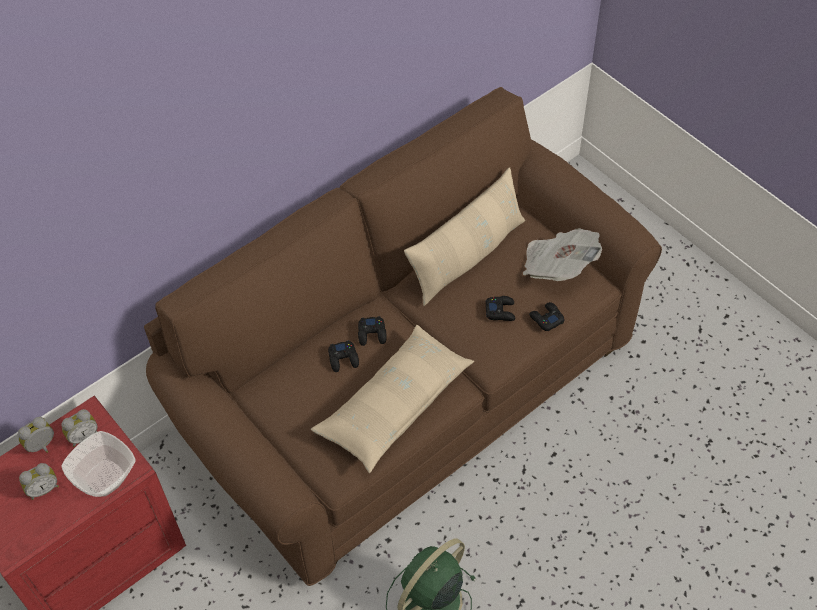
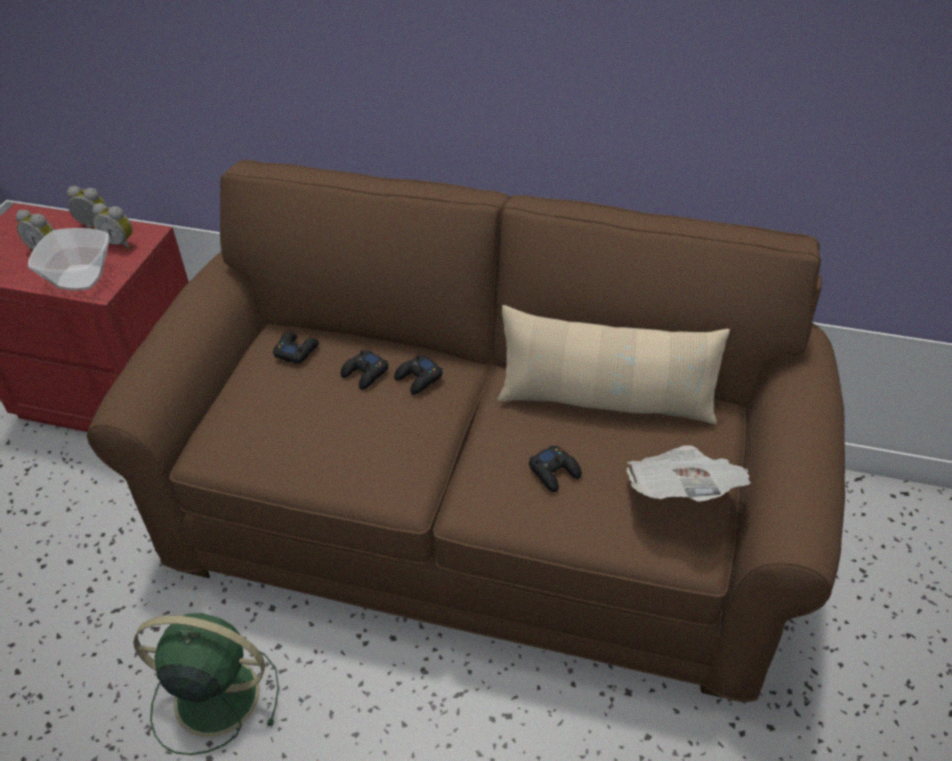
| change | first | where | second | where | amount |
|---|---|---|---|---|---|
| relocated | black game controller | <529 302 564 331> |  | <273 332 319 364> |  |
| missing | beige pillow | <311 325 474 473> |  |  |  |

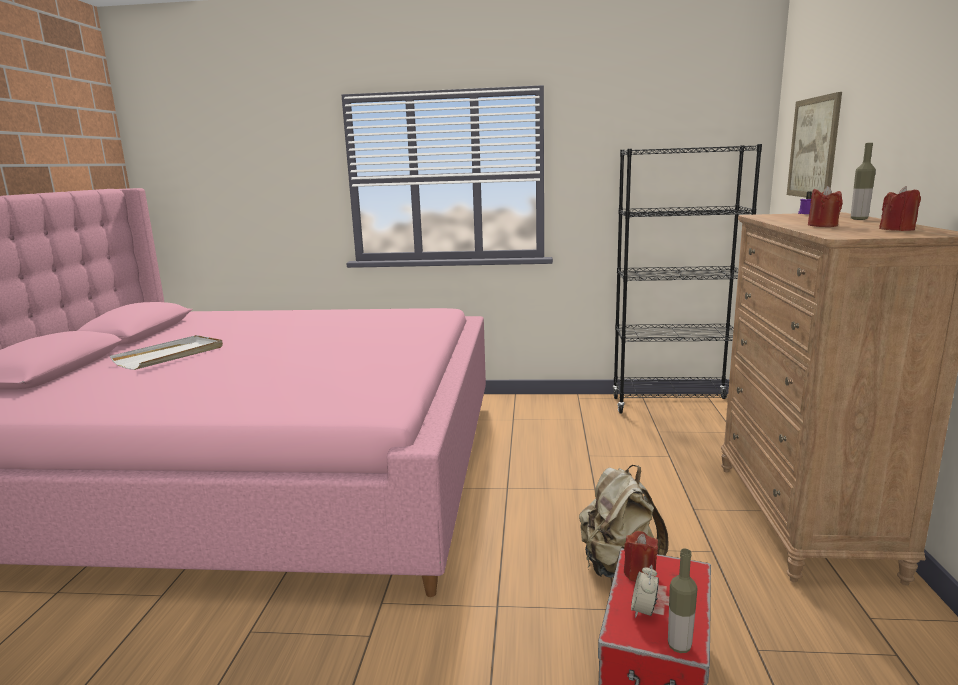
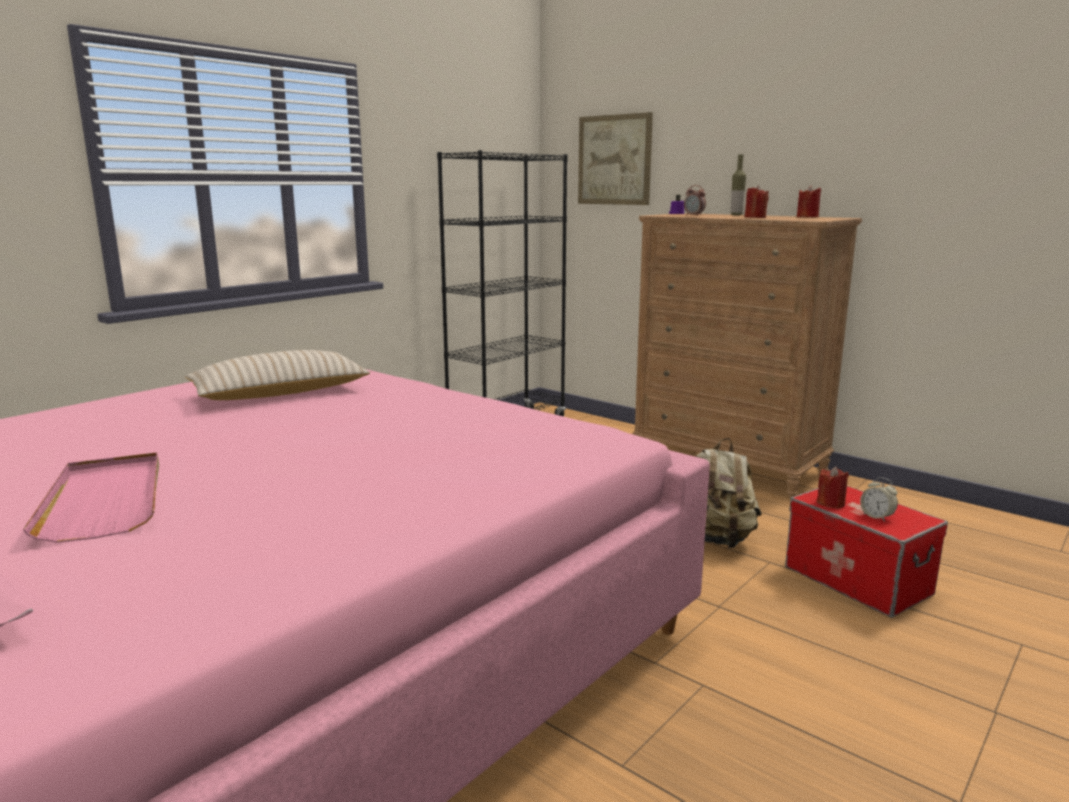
| change | first | where | second | where | amount |
|---|---|---|---|---|---|
| colour | white tray | <110 335 223 370> | pink tray | <23 453 159 543> |  |
| appeared |  |  | beige pillow | <185 350 370 400> |  |
| appeared |  |  | alarm clock | <684 185 706 216> |  |
| missing | bottle | <668 549 698 653> |  |  |  |

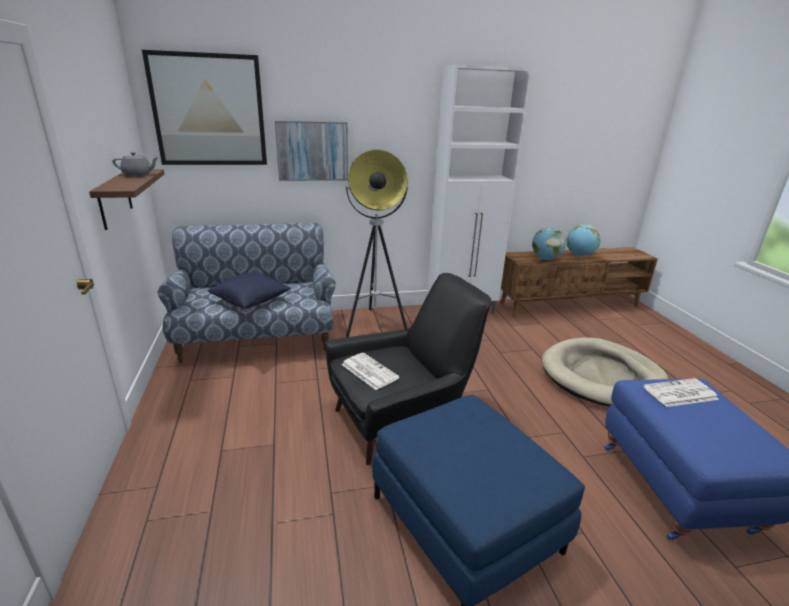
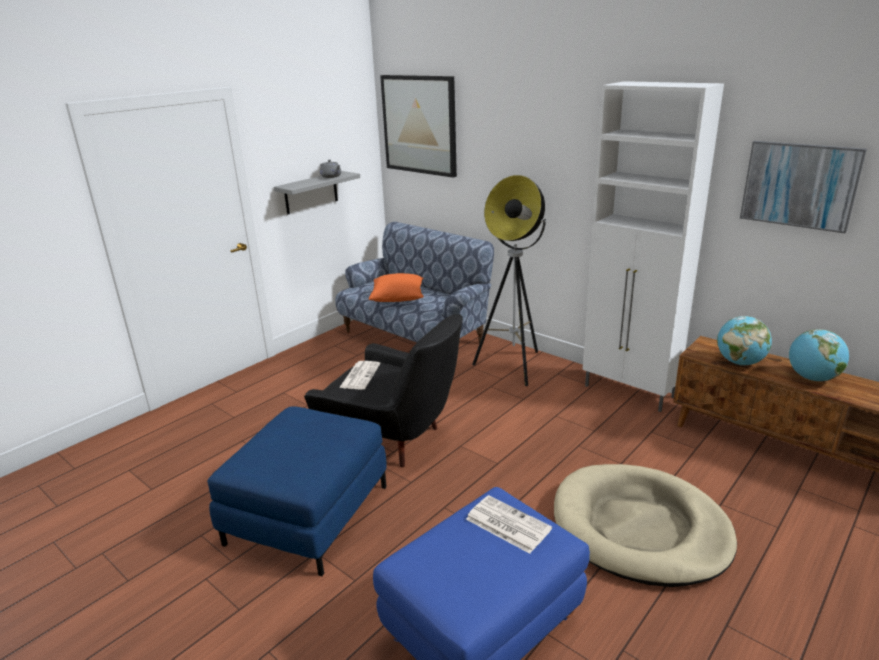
| change | first | where | second | where | amount |
|---|---|---|---|---|---|
| colour | brown shelf | <89 169 165 230> | grey shelf | <274 171 360 215> |  |
| colour | blue pillow | <208 272 291 309> | orange pillow | <369 273 424 302> |  |
| relocated | picture | <275 121 348 181> |  | <740 141 867 233> |  |

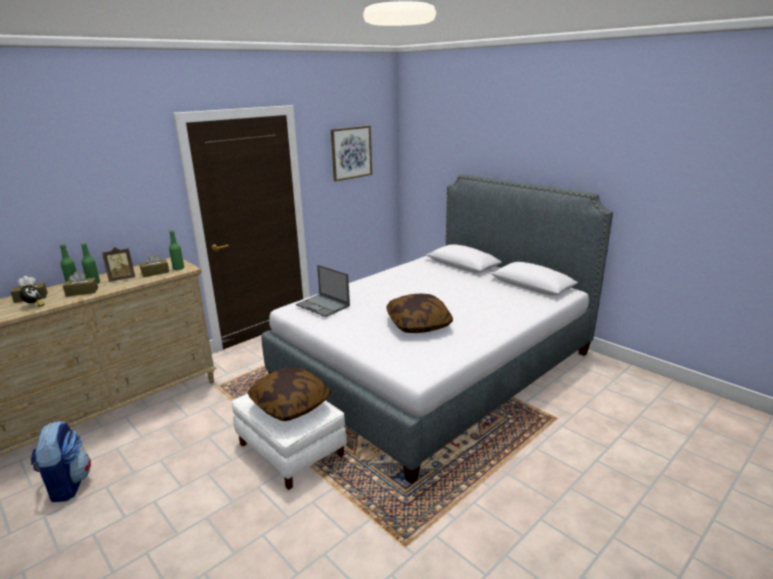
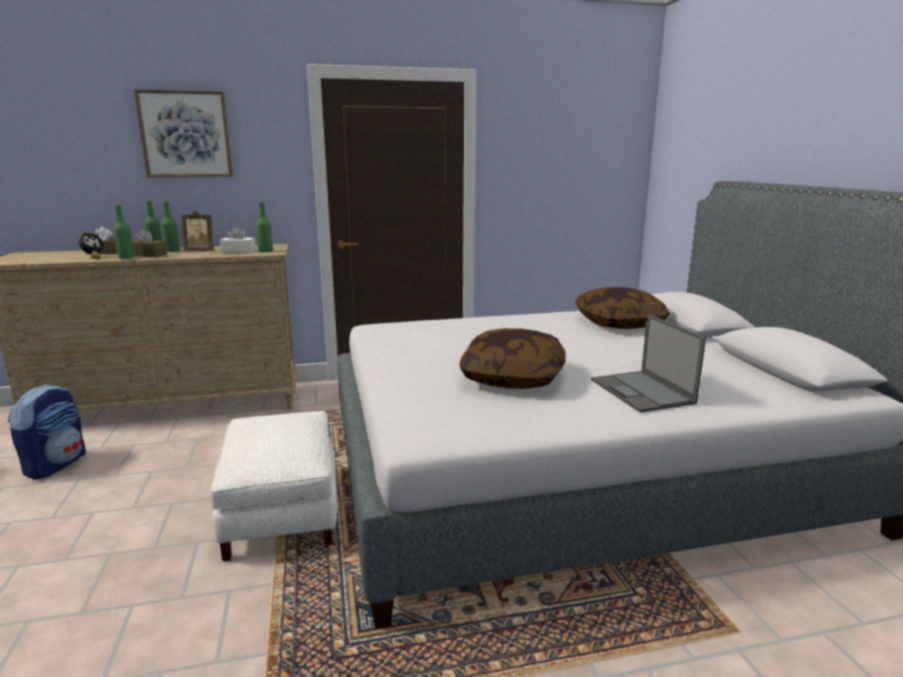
| change | first | where | second | where | amount |
|---|---|---|---|---|---|
| appeared |  |  | green bottle | <113 204 134 259> |  |
| relocated | picture | <331 126 372 182> |  | <134 89 233 177> |  |
| colour | brown tissue box | <140 253 169 277> | white tissue box | <220 226 256 253> |  |
| relocated | pillow | <248 367 331 421> |  | <575 287 670 329> |  |
| relocated | laptop | <296 265 350 317> |  | <591 314 706 413> |  |

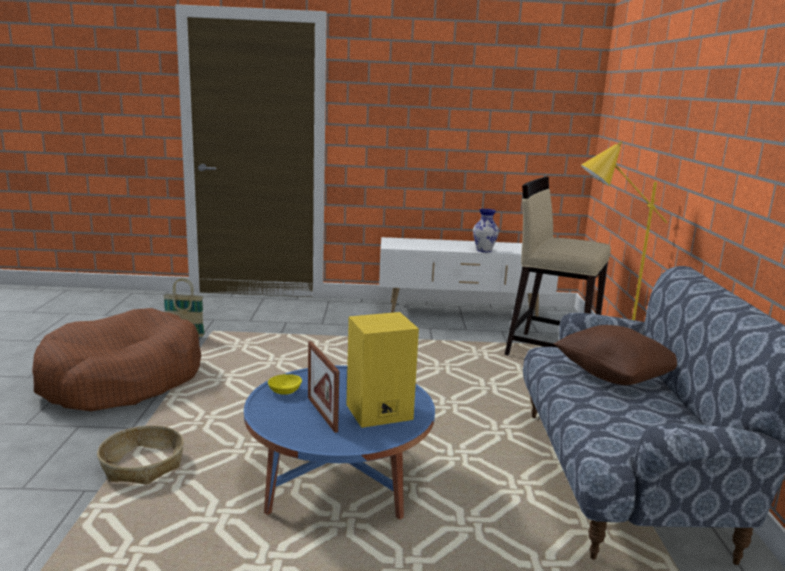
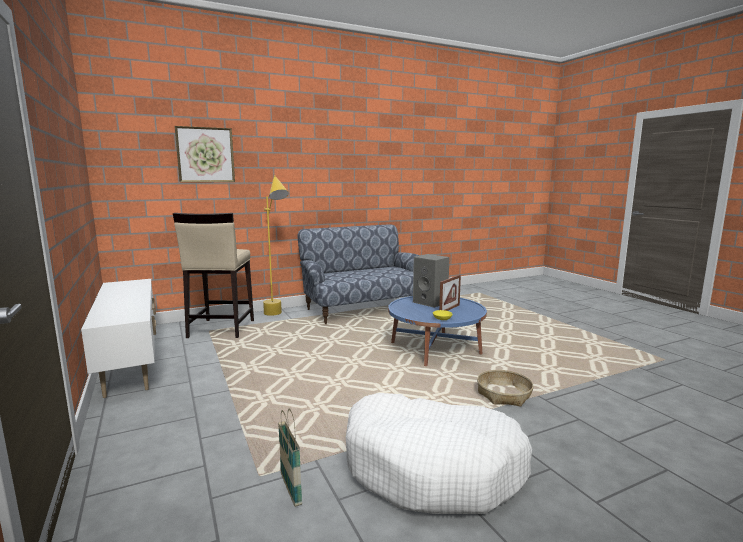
| change | first | where | second | where | amount |
|---|---|---|---|---|---|
| appeared |  |  | picture | <175 126 235 182> |  |
| colour | brown dog bed | <32 308 202 411> | white dog bed | <346 393 533 514> |  |
| colour | yellow speaker | <347 312 419 428> | grey speaker | <413 254 450 308> |  |
| missing | vase | <473 209 499 252> |  |  |  |
| missing | brown pillow | <554 325 677 385> |  |  |  |

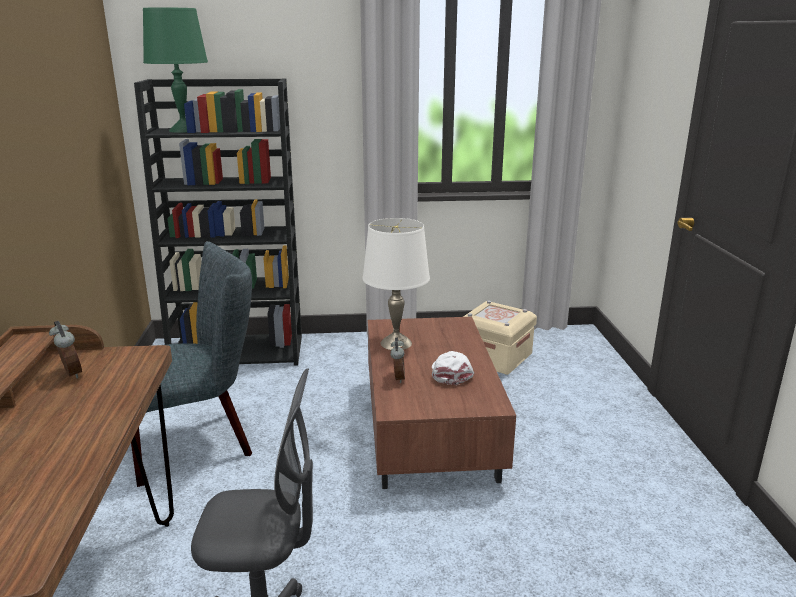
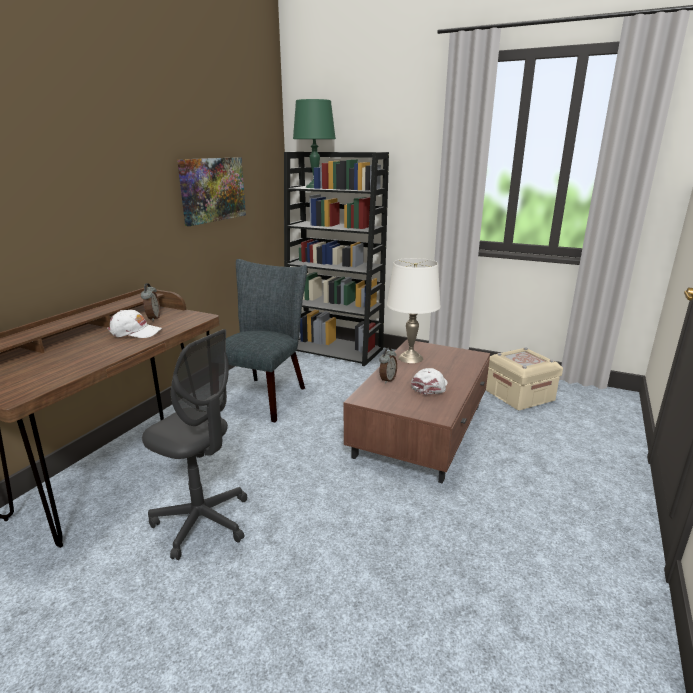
| change | first | where | second | where | amount |
|---|---|---|---|---|---|
| appeared |  |  | white cap | <107 310 162 338> |  |
| appeared |  |  | picture | <177 157 246 226> |  |
| spun | grey chair | <131 241 252 487> |  | <226 259 307 422> | 75 degrees counterclockwise |

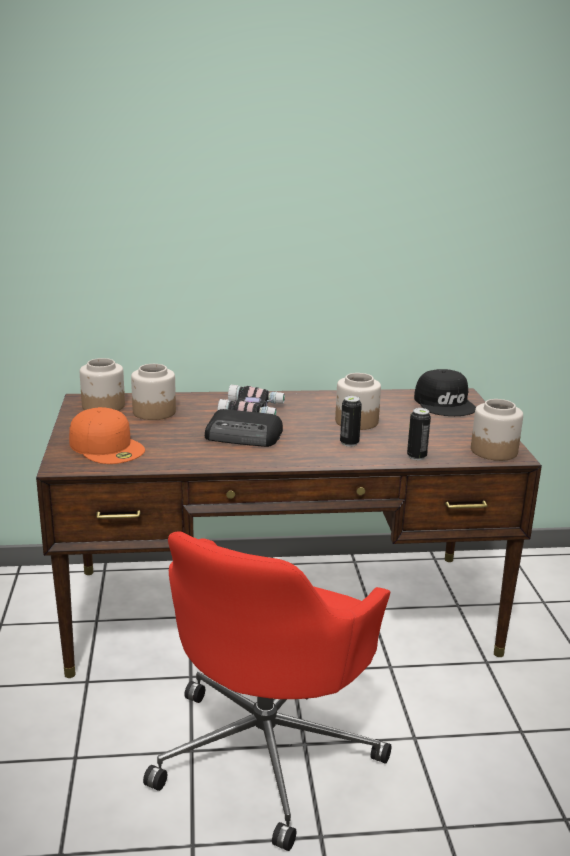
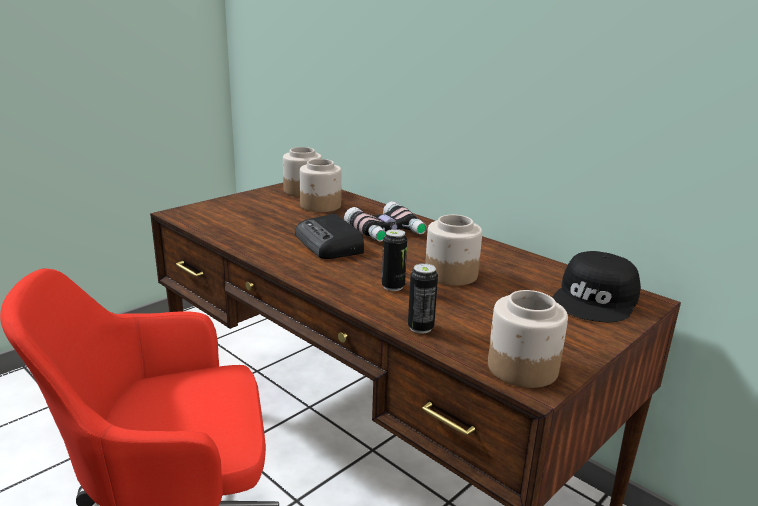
| change | first | where | second | where | amount |
|---|---|---|---|---|---|
| missing | orange cap | <69 407 145 464> |  |  |  |

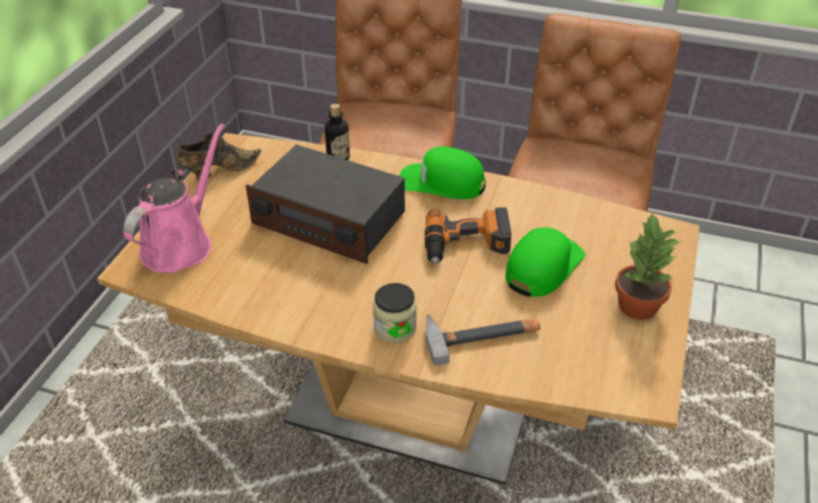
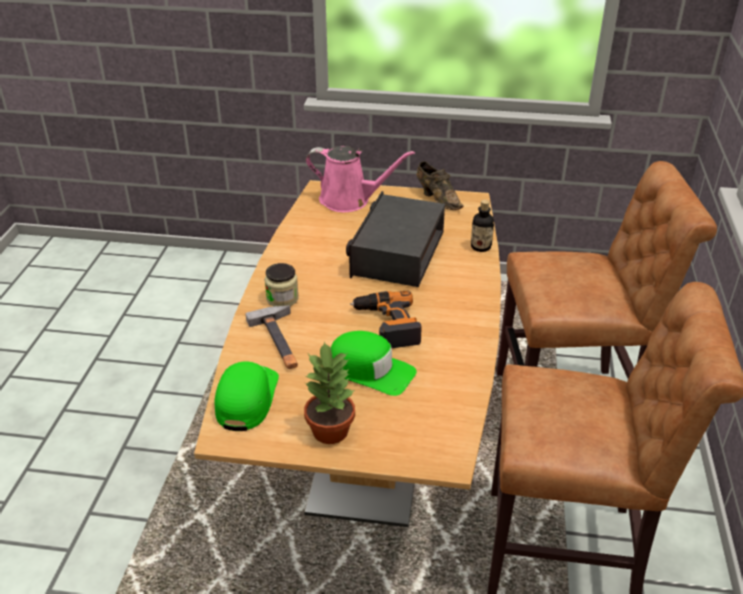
| change | first | where | second | where | amount |
|---|---|---|---|---|---|
| relocated | green cap | <399 147 486 199> |  | <214 361 279 431> |  |

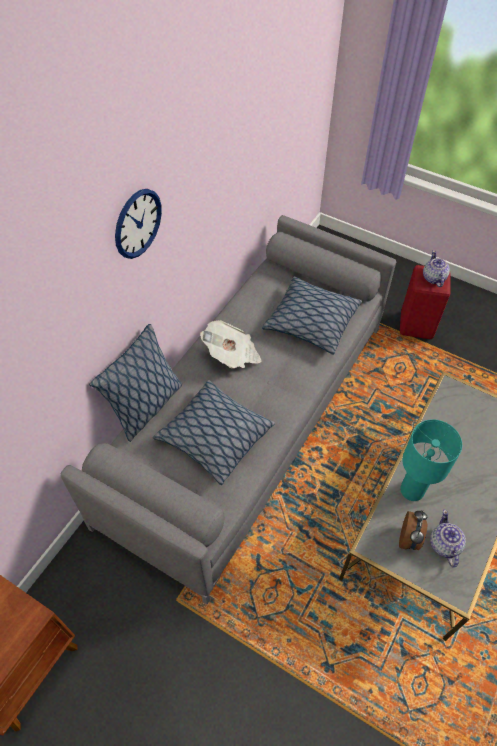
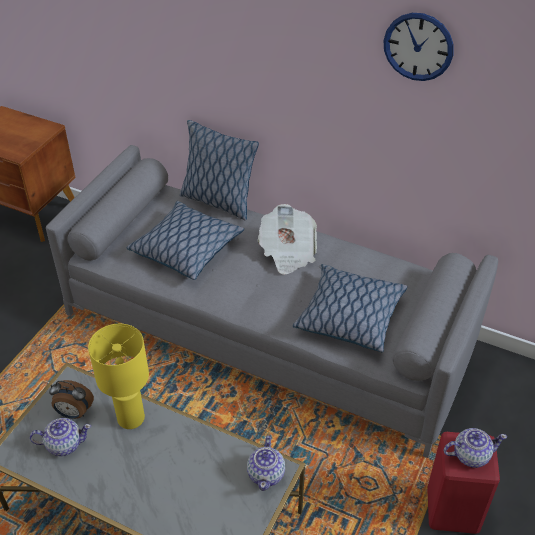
| change | first | where | second | where | amount |
|---|---|---|---|---|---|
| colour | turquoise table lamp | <400 419 462 501> | yellow table lamp | <88 324 149 429> |  |
| appeared |  |  | teapot | <247 436 285 491> |  |
| relocated | wall clock | <115 189 162 259> |  | <383 13 454 81> |  |

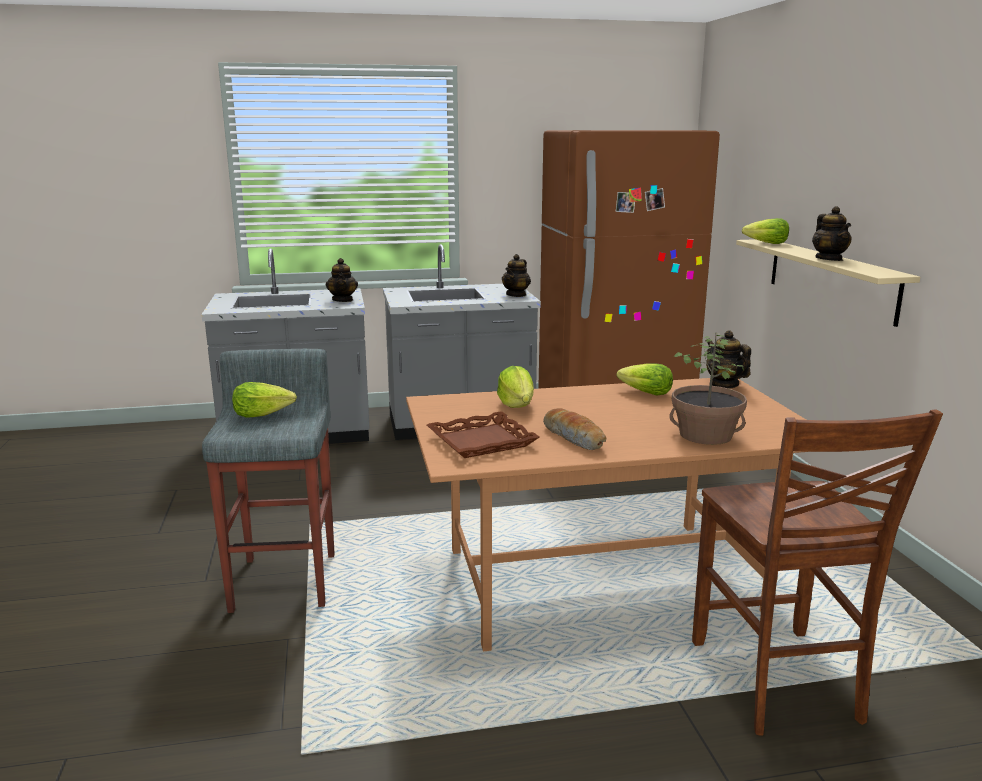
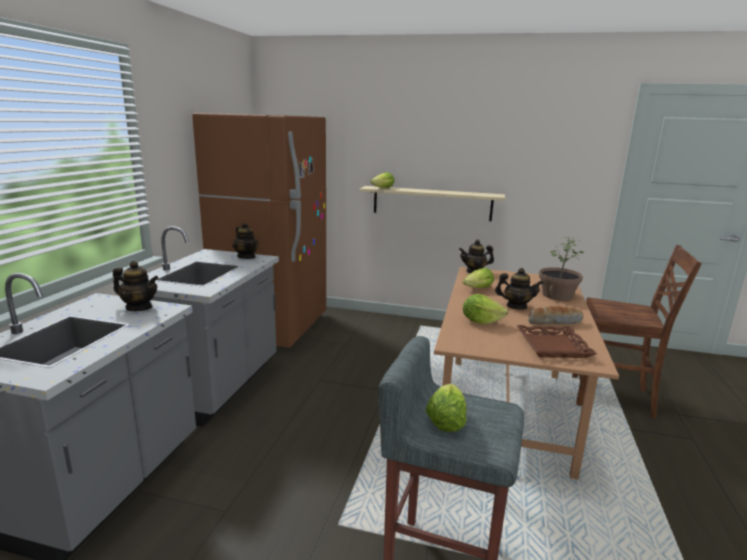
| change | first | where | second | where | amount |
|---|---|---|---|---|---|
| relocated | teapot | <812 206 852 261> |  | <495 268 543 310> |  |

